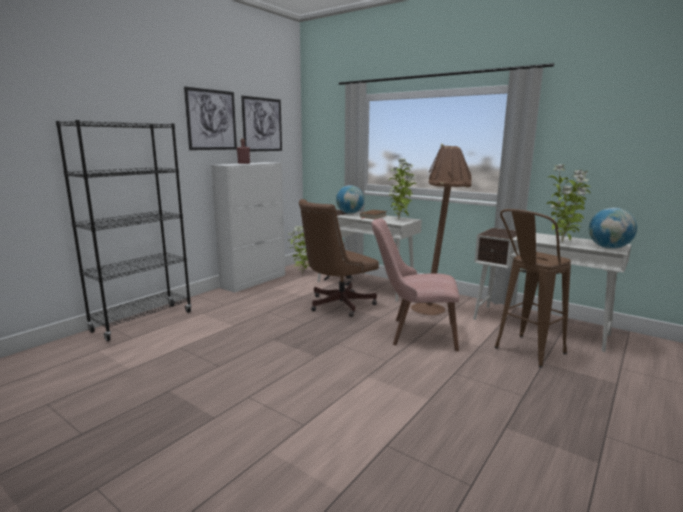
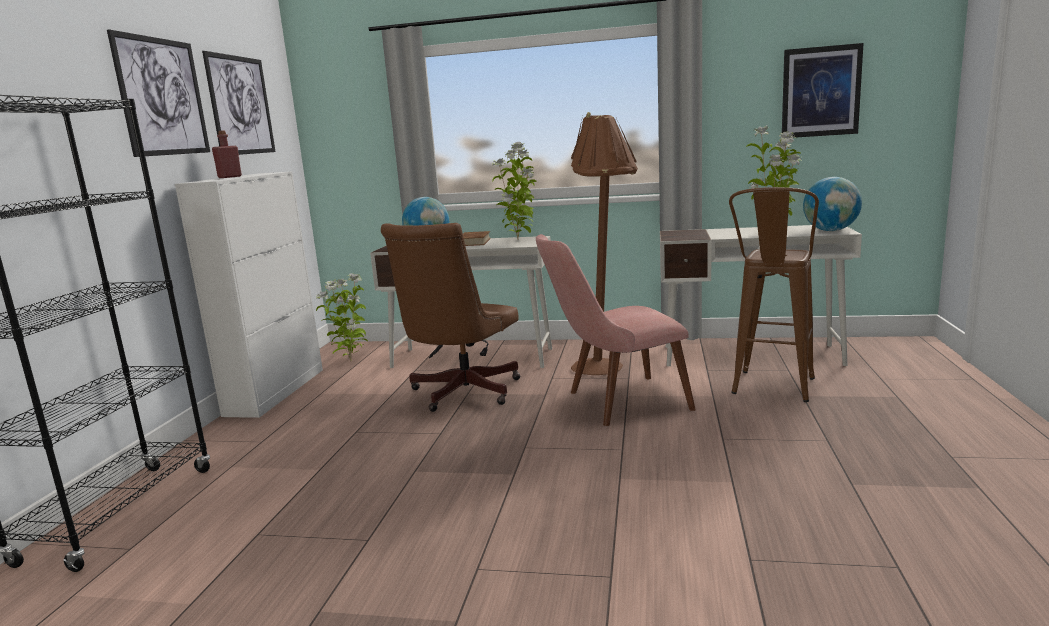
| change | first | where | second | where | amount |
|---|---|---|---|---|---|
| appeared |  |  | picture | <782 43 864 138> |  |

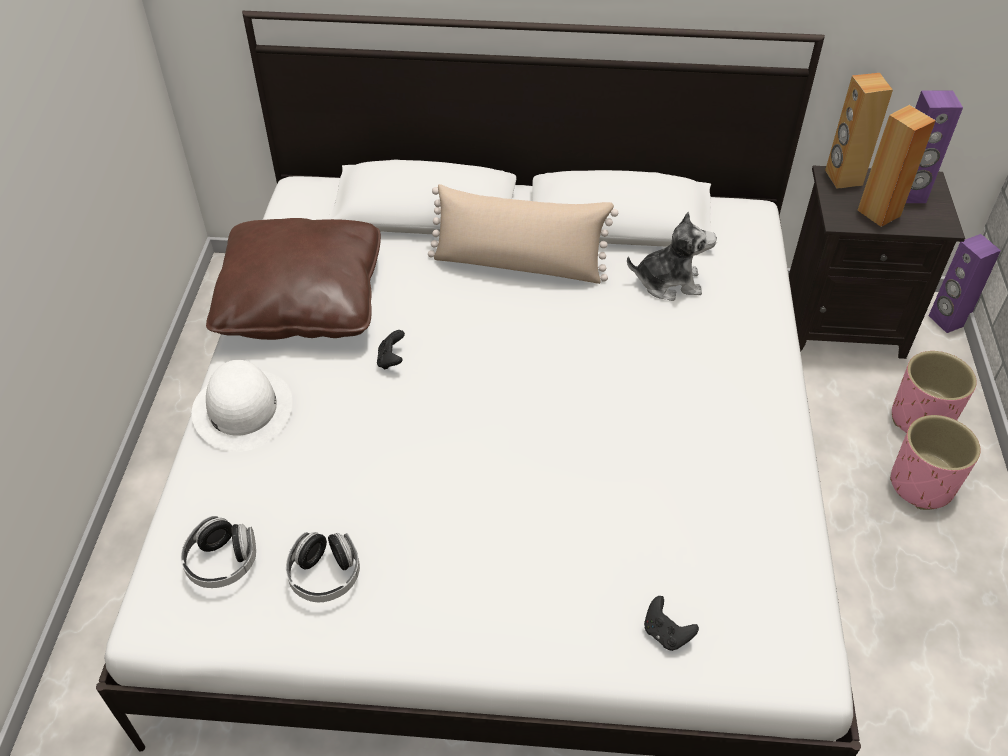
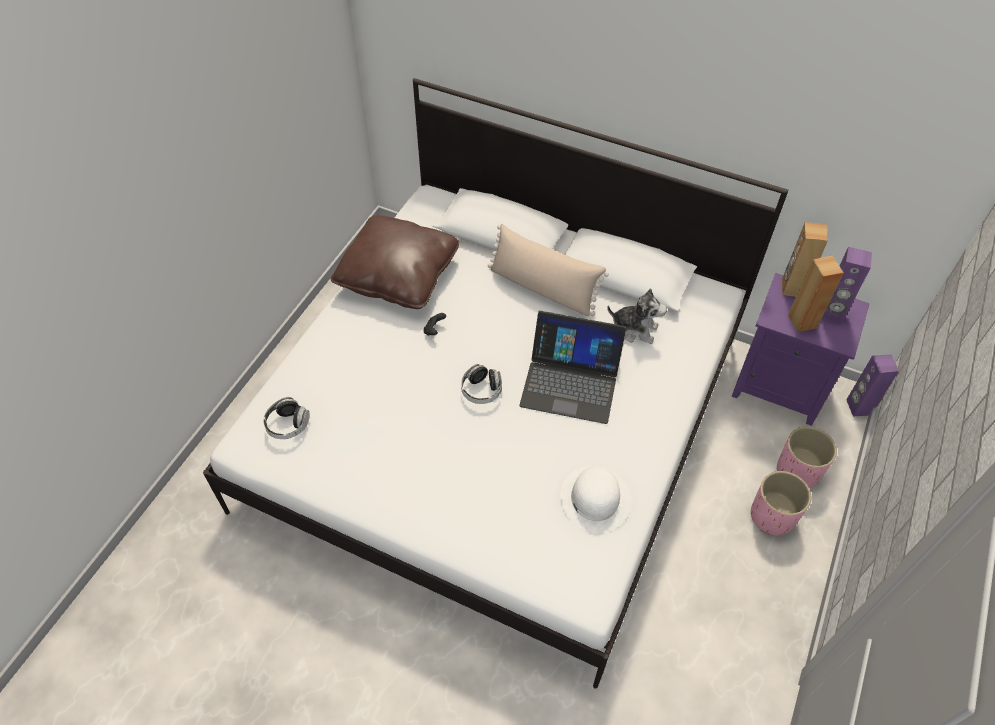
| change | first | where | second | where | amount |
|---|---|---|---|---|---|
| relocated | headphones | <286 532 360 602> |  | <461 364 502 404> |  |
| appeared |  |  | laptop | <519 311 626 424> |  |
| relocated | white hat | <192 360 292 452> |  | <560 465 631 534> |  |
| colour | black nightstand | <789 166 965 359> | purple nightstand | <732 273 870 426> |  |
| missing | black game controller | <644 596 699 651> |  |  |  |

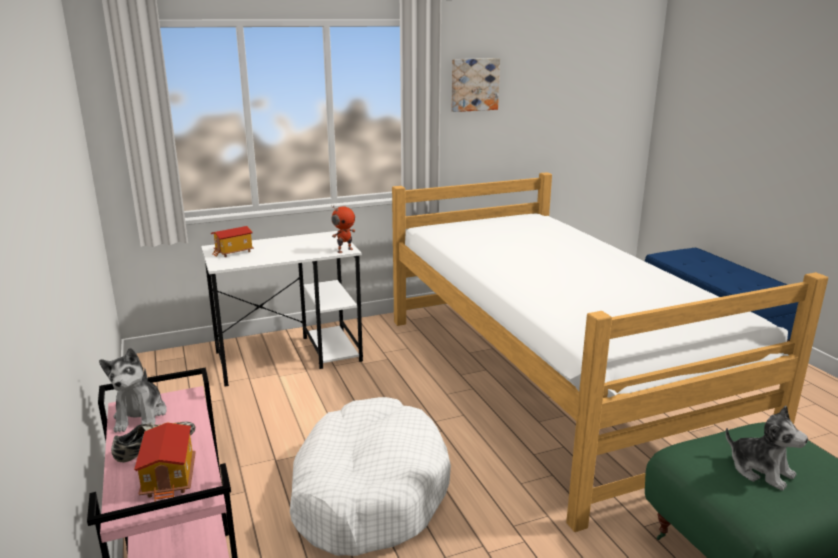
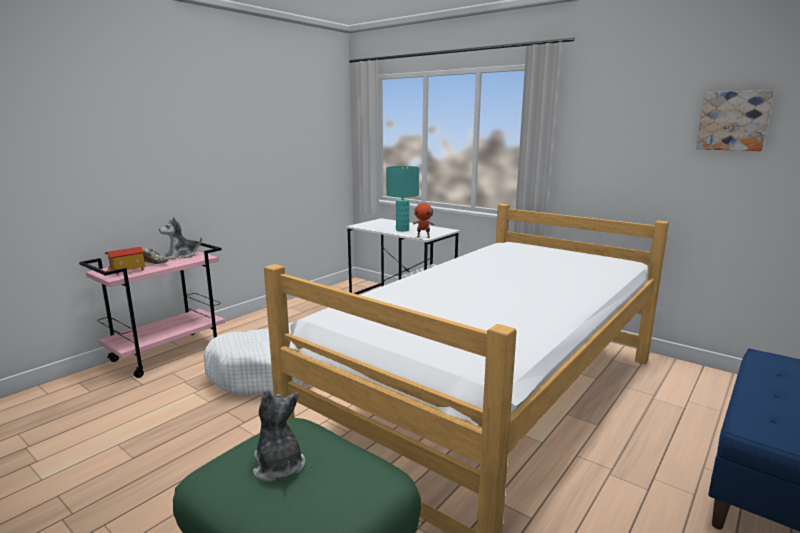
| change | first | where | second | where | amount |
|---|---|---|---|---|---|
| spun | plush toy | <725 406 808 490> |  | <253 390 305 482> | 135 degrees clockwise |
| appeared |  |  | turquoise table lamp | <386 166 419 231> |  |
| relocated | picture | <451 58 500 112> |  | <696 90 774 151> |  |
| missing | toy house | <211 226 254 257> |  |  |  |

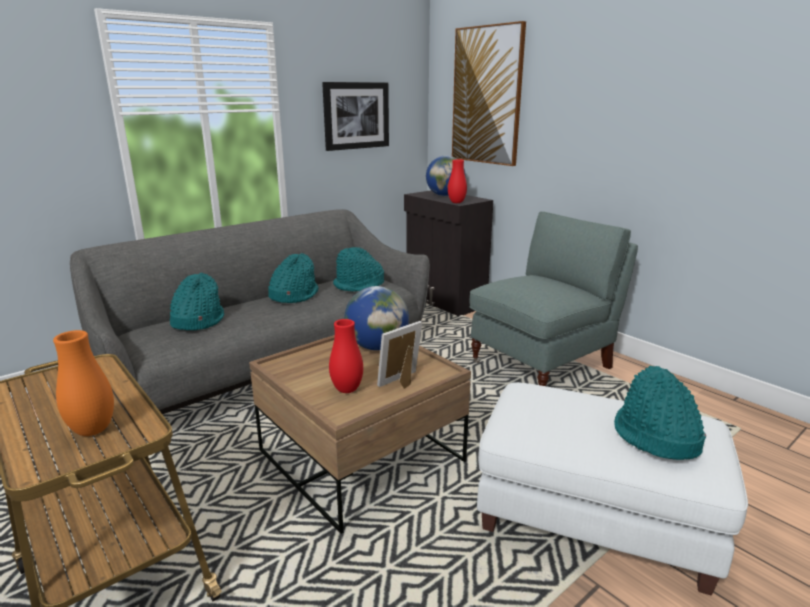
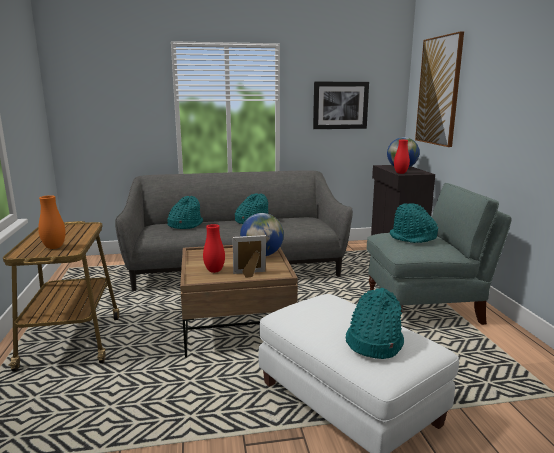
| change | first | where | second | where | amount |
|---|---|---|---|---|---|
| relocated | turquoise hat | <333 247 384 291> |  | <390 203 438 243> |  |

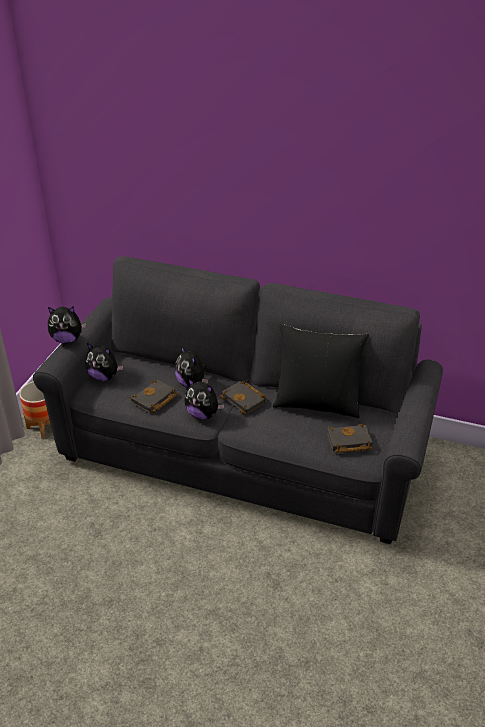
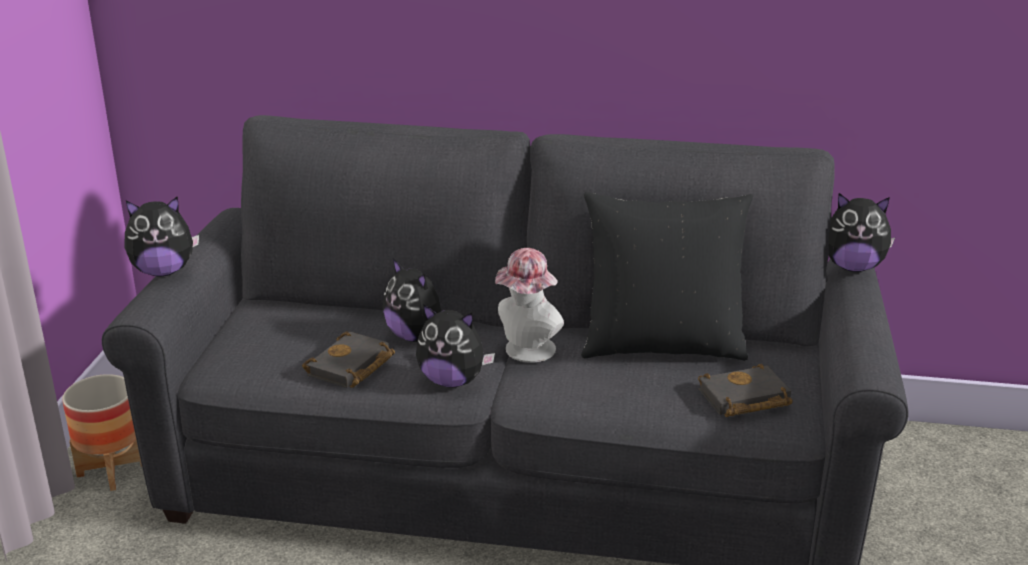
| change | first | where | second | where | amount |
|---|---|---|---|---|---|
| exchanged | black book | <220 381 267 415> | hat | <495 248 564 363> |  |
| relocated | plush toy | <85 343 123 381> |  | <828 193 895 272> |  |

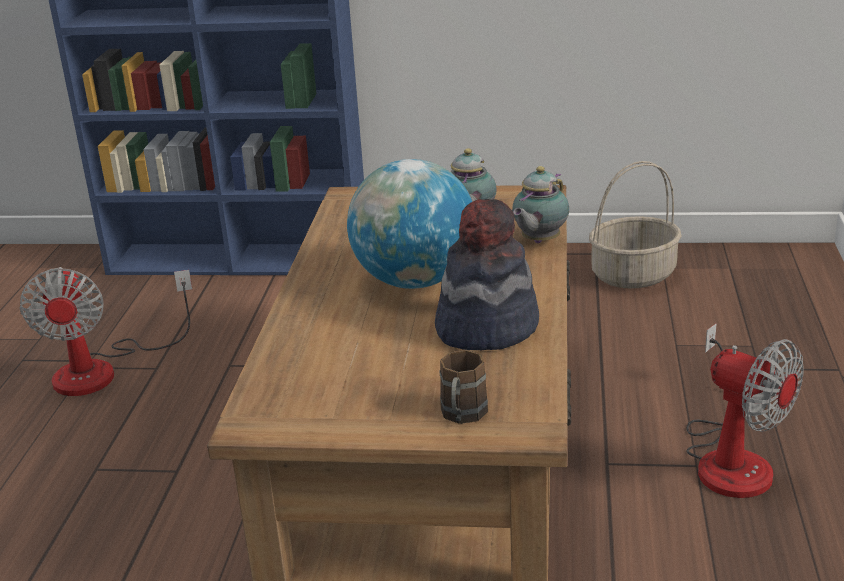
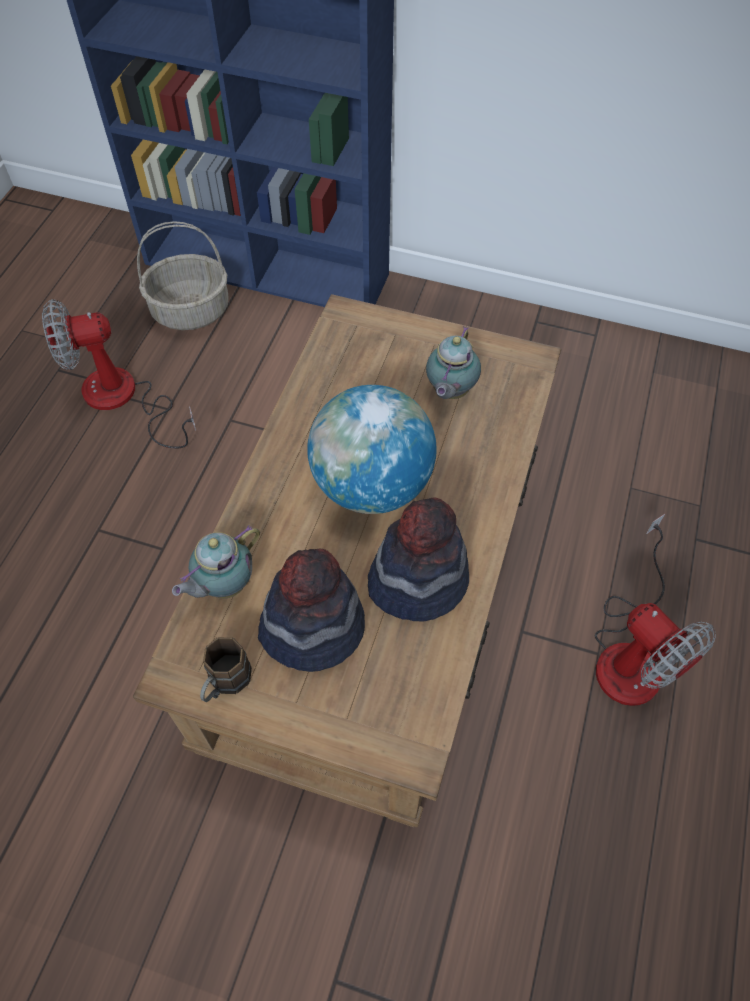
| change | first | where | second | where | amount |
|---|---|---|---|---|---|
| spun | fan | <19 267 192 396> |  | <42 299 196 449> | 75 degrees clockwise |
| relocated | basket | <589 161 681 288> |  | <137 221 229 330> |  |
| relocated | teapot | <512 166 569 243> |  | <172 525 260 598> |  |
| relocated | brown mug | <439 350 488 424> |  | <200 637 252 702> |  |
| appeared |  |  | hat | <258 549 365 672> |  |

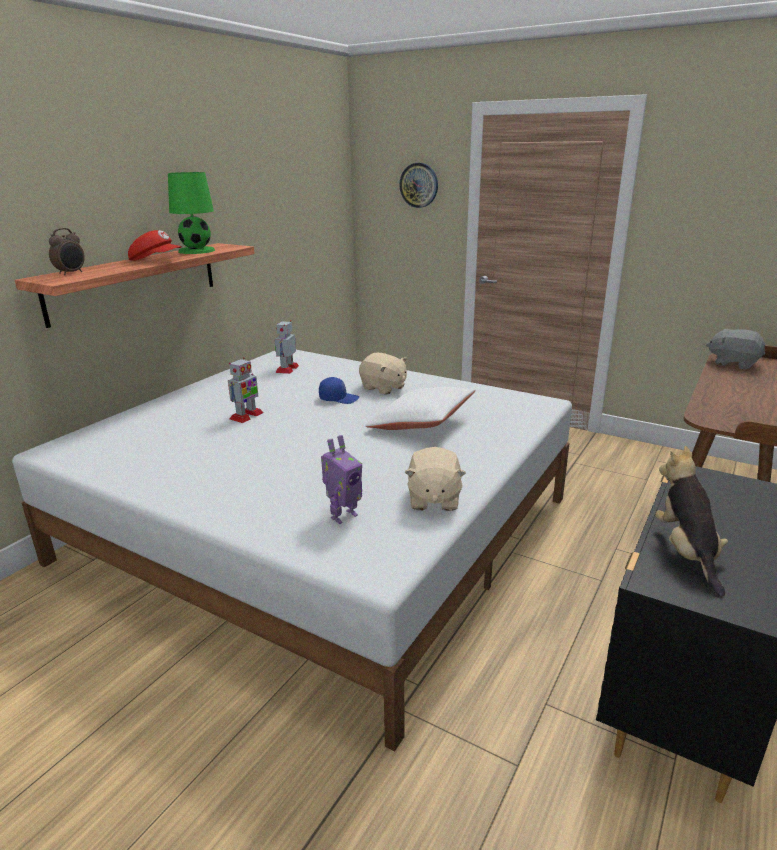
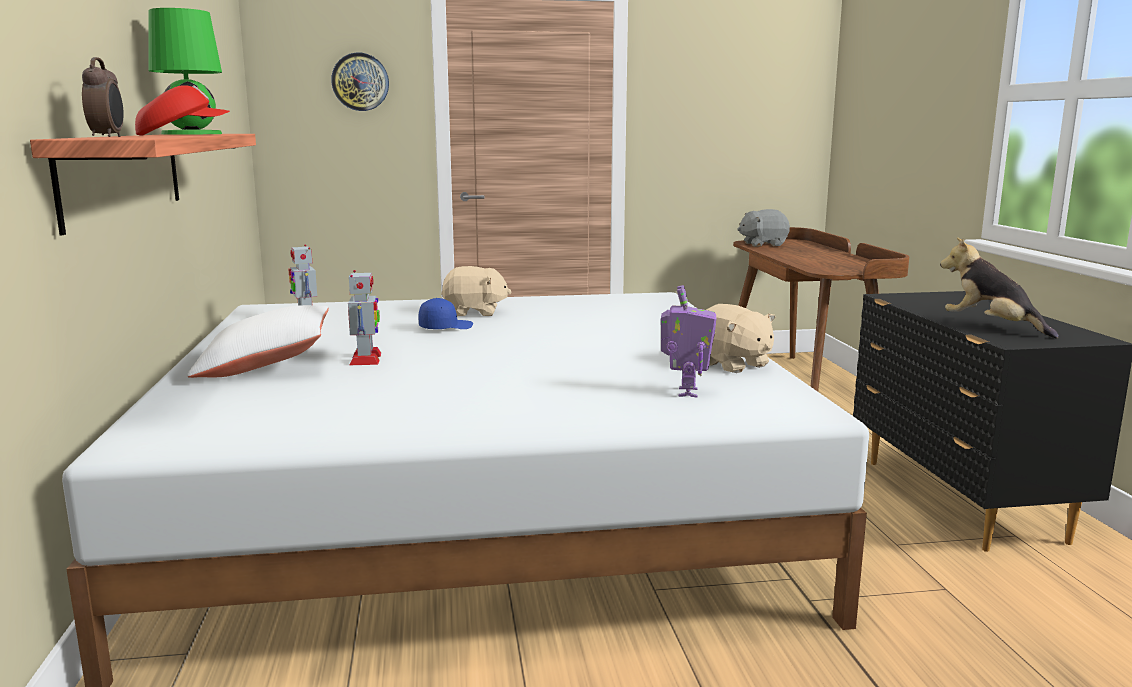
| change | first | where | second | where | amount |
|---|---|---|---|---|---|
| relocated | white pillow | <366 387 476 430> |  | <187 305 329 378> |  |

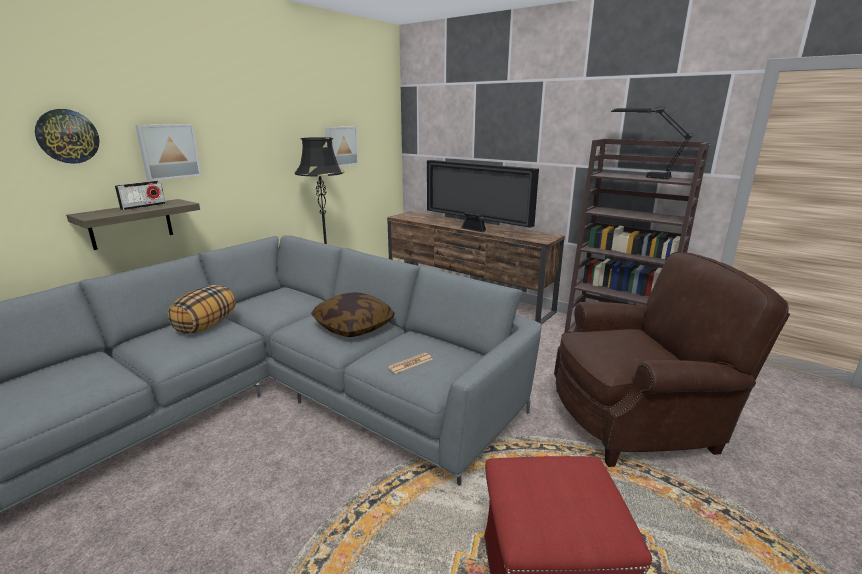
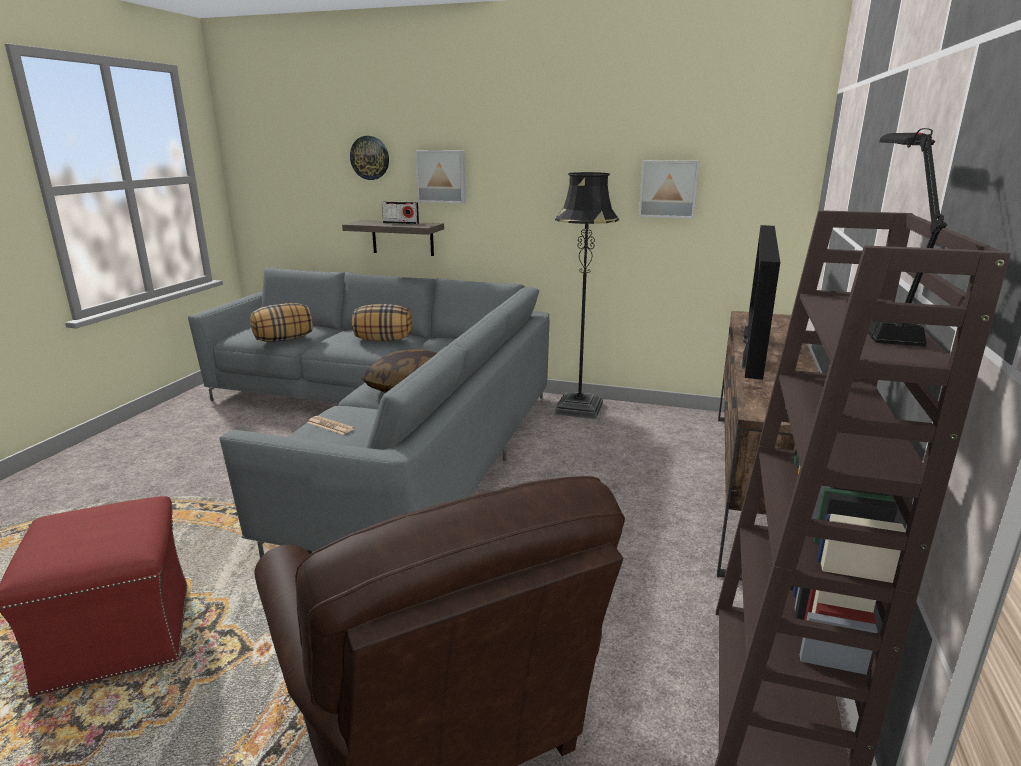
| change | first | where | second | where | amount |
|---|---|---|---|---|---|
| appeared |  |  | pillow | <250 303 313 342> |  |

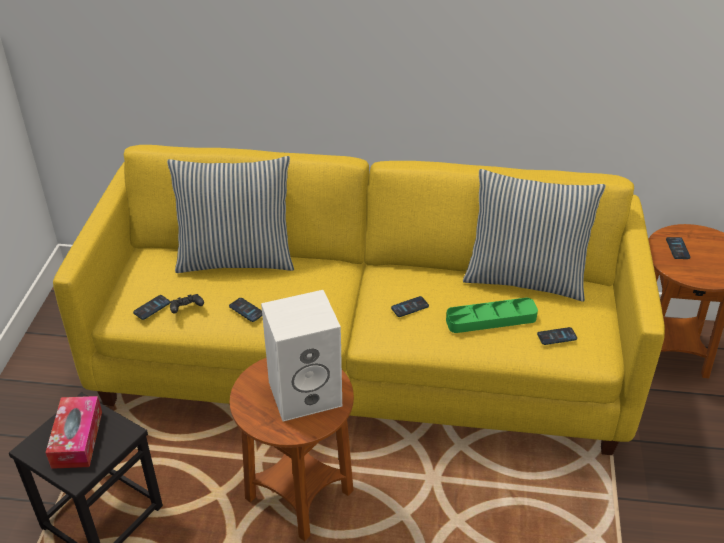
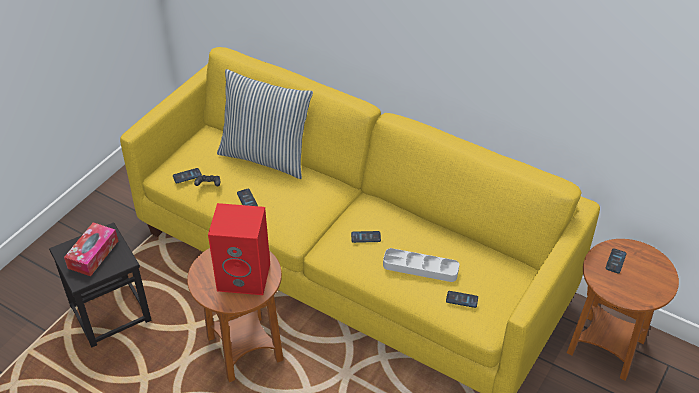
| change | first | where | second | where | amount |
|---|---|---|---|---|---|
| colour | white speaker | <261 290 342 422> | red speaker | <208 203 270 295> |  |
| colour | green tray | <446 298 538 333> | grey tray | <383 248 459 282> |  |
| missing | pillow | <463 169 606 301> |  |  |  |

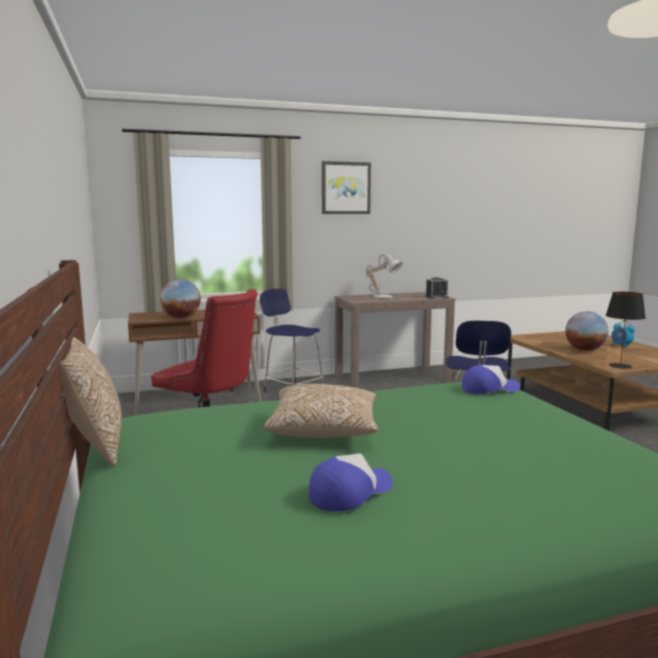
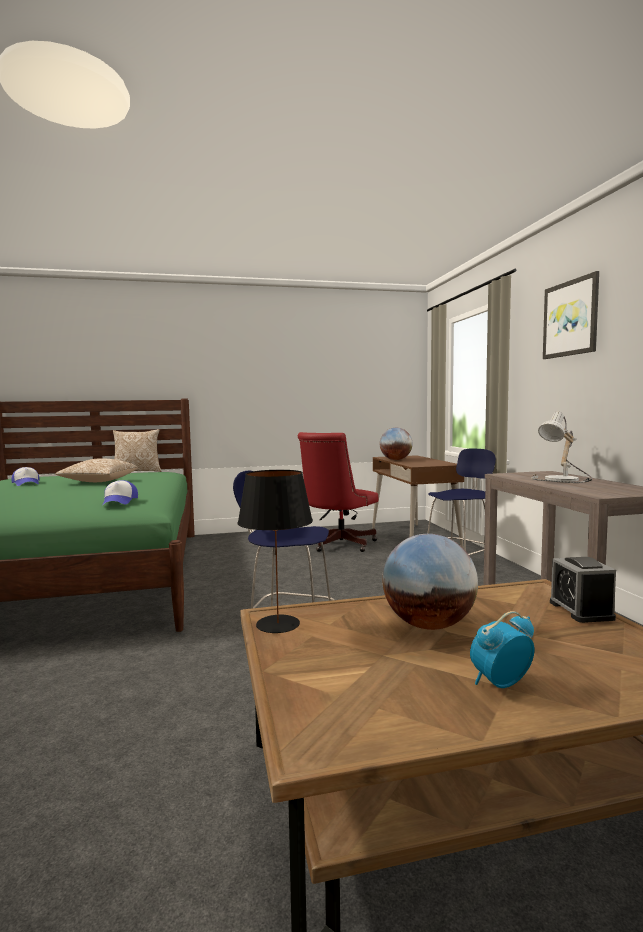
| change | first | where | second | where | amount |
|---|---|---|---|---|---|
| relocated | alarm clock | <425 277 449 299> |  | <550 557 616 623> |  |

